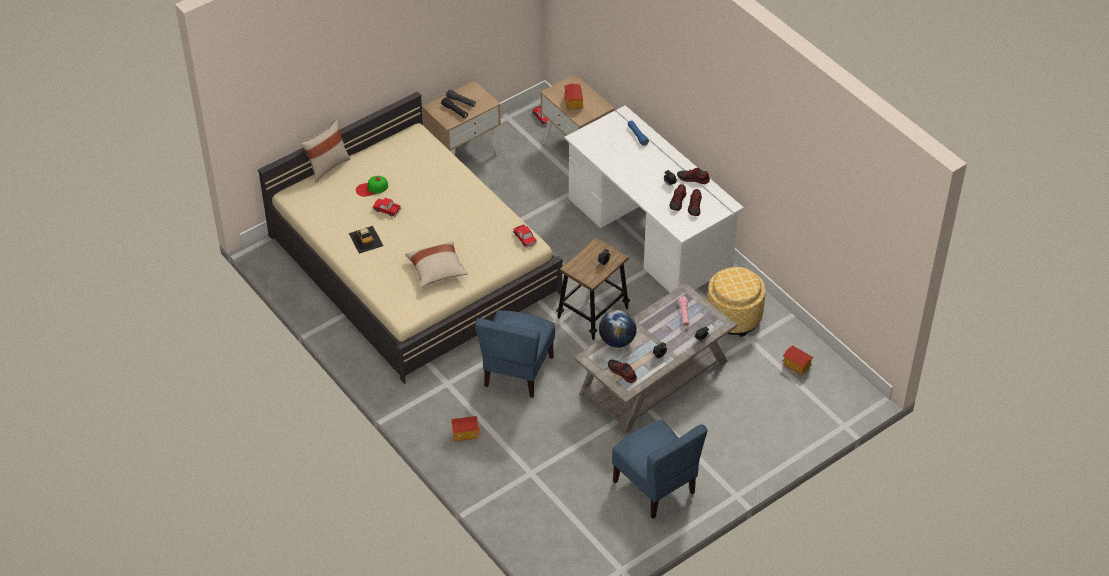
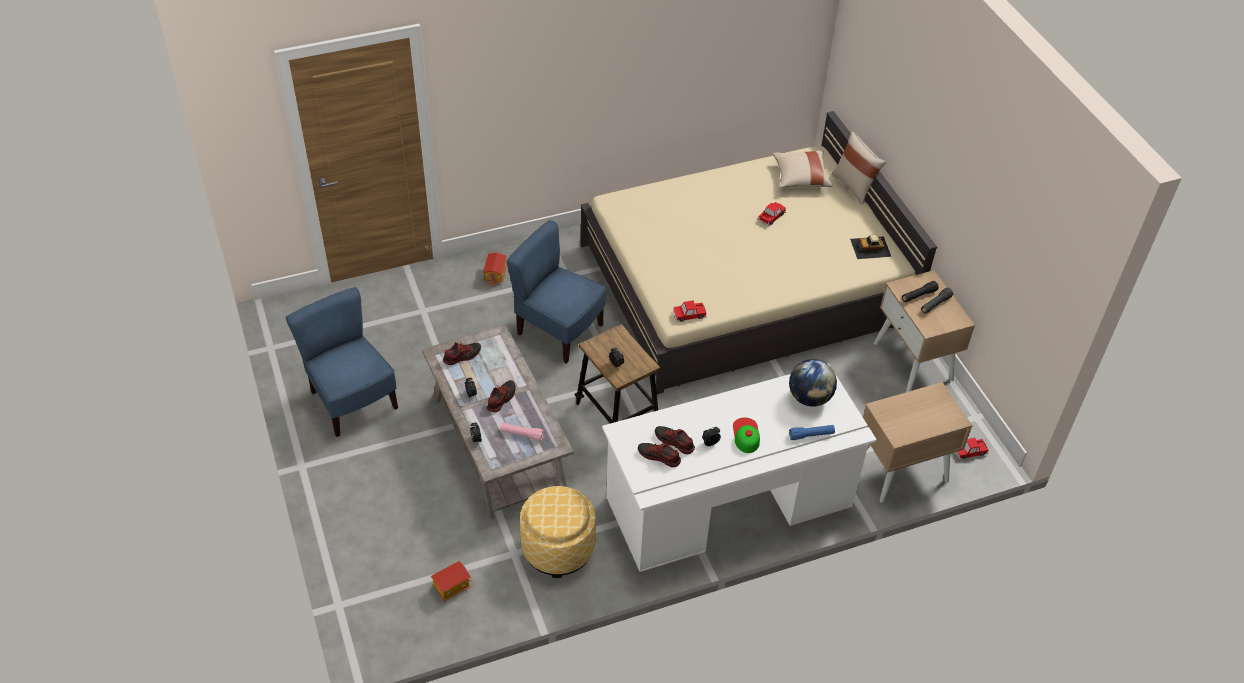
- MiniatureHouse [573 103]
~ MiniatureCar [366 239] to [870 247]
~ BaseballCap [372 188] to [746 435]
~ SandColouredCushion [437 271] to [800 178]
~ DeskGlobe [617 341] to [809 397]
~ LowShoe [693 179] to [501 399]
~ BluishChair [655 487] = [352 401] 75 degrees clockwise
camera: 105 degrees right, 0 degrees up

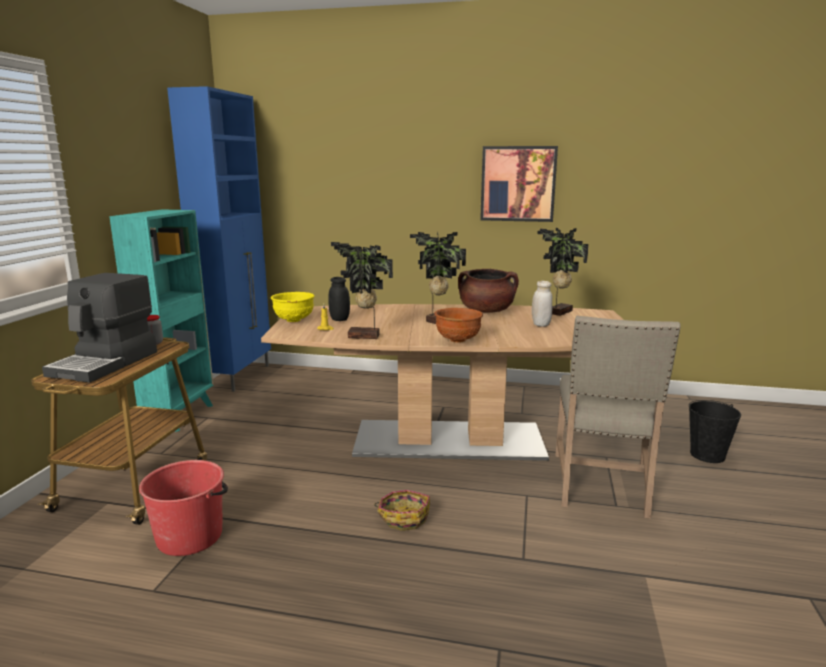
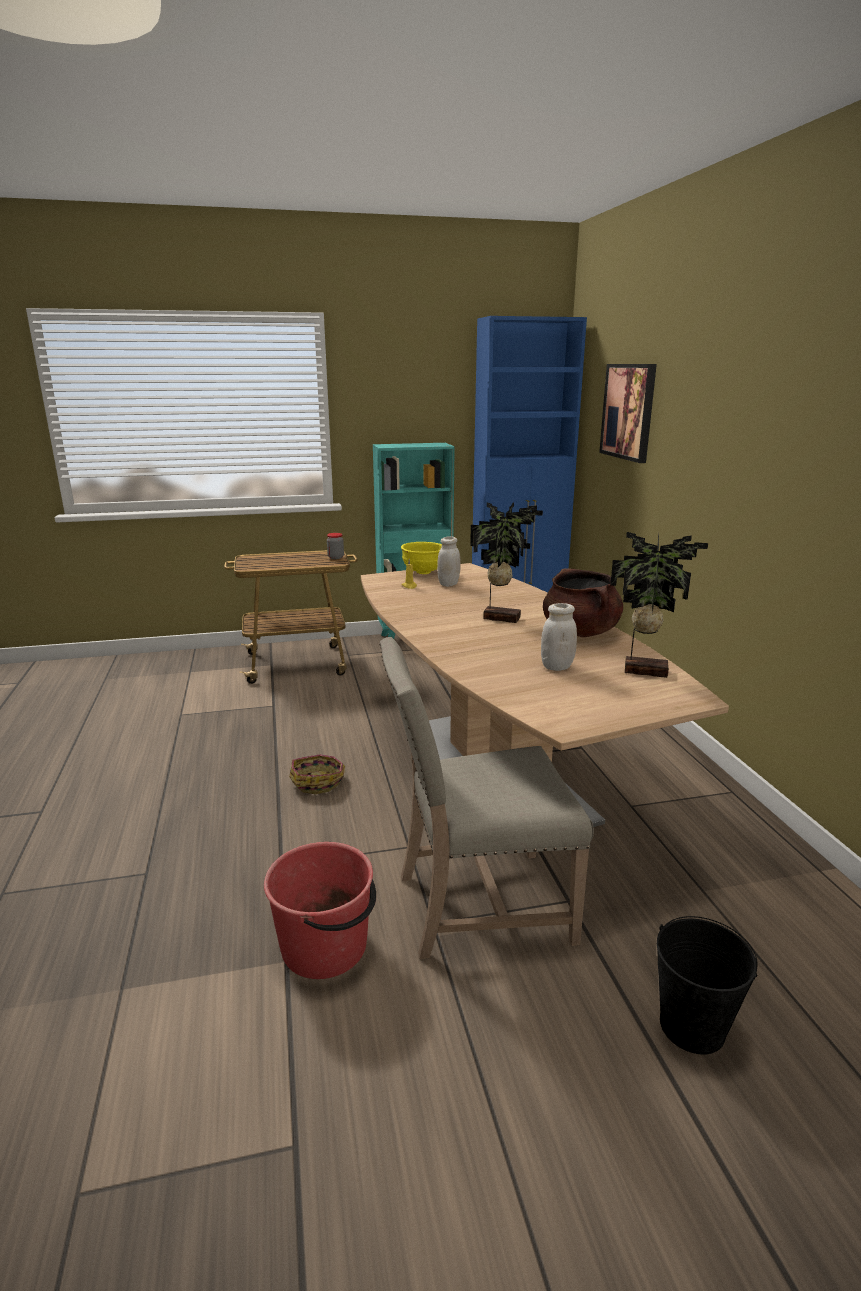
- CoffeeMachine [106 363]
- PlantInAPot [364 337]
- BrownColouredDeepDish [458 340]
~ RedColouredBucket [190 536] to [326 947]
~ WallPicture [518 184] to [628 411]
~ BlackishPreserveJar [339 319] to WhiteColouredPreserveJar [448 584]
camera: 65 degrees right, 5 degrees up

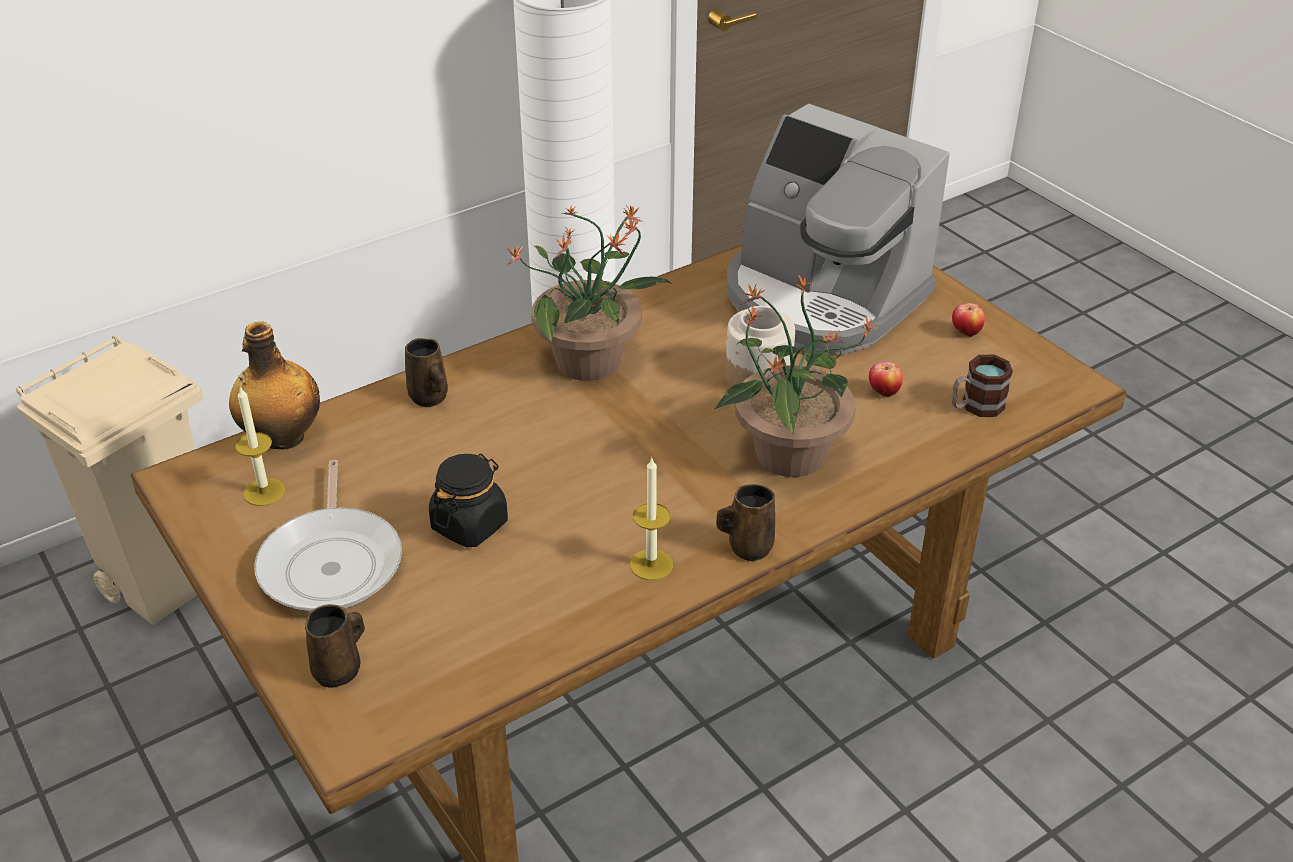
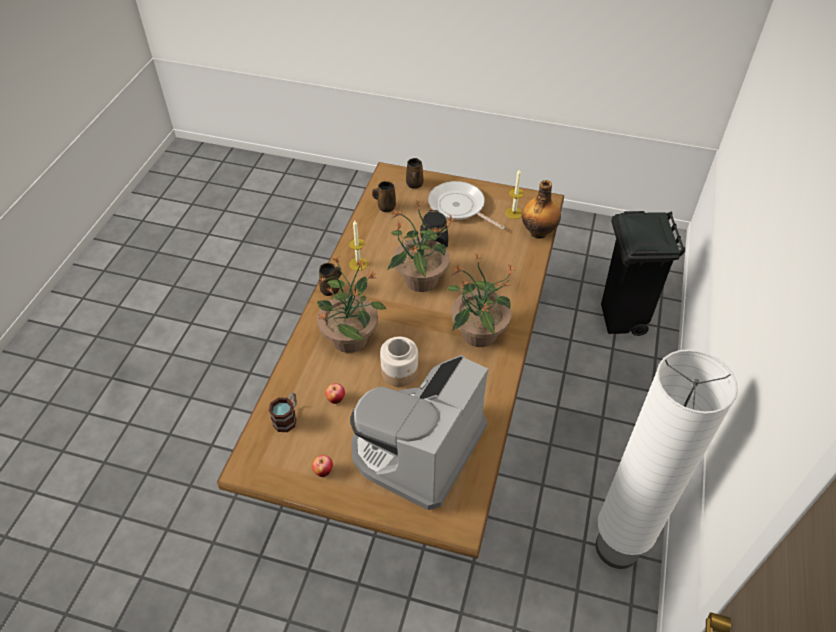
+ PlantInAPot [420 280]
~ BrownColouredCoffeeMug [429 398] to [385 207]
~ SandColouredRubbishBin [166 585] to BlackishRubbishBin [622 320]
~ CoffeeMachine [821 298] = [416 448] 60 degrees counterclockwise
camera: 140 degrees right, 10 degrees up

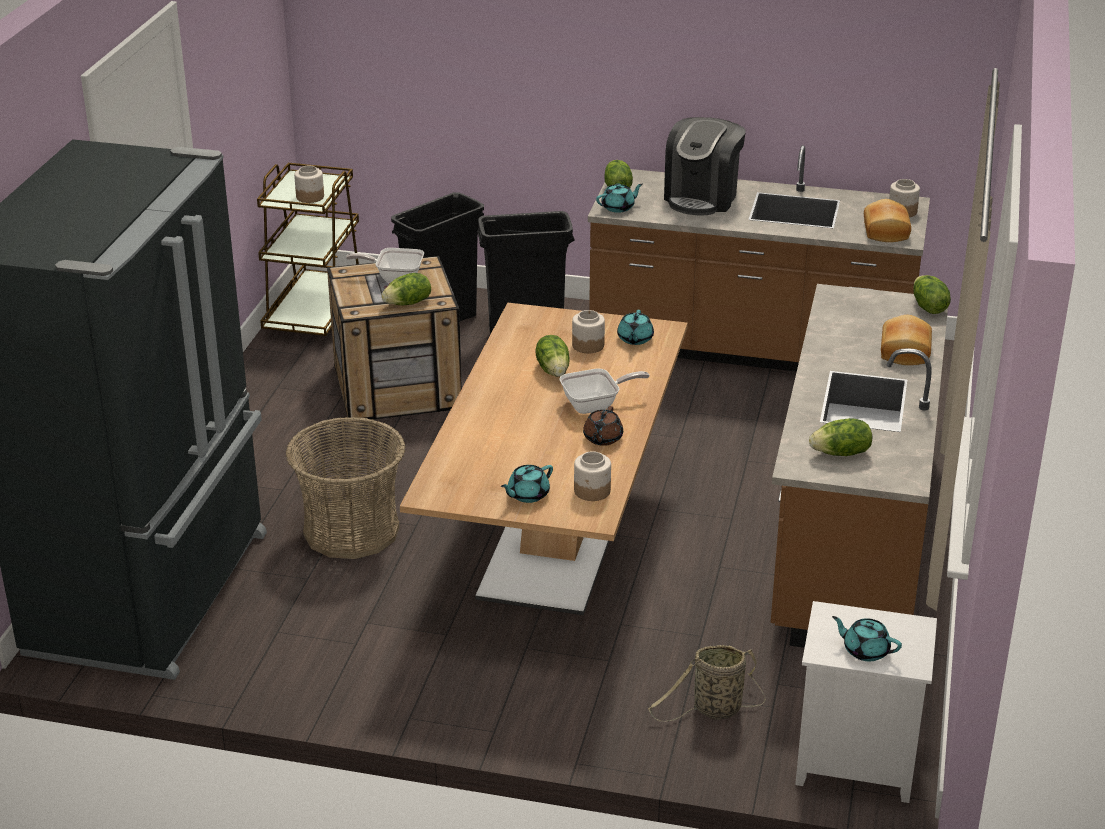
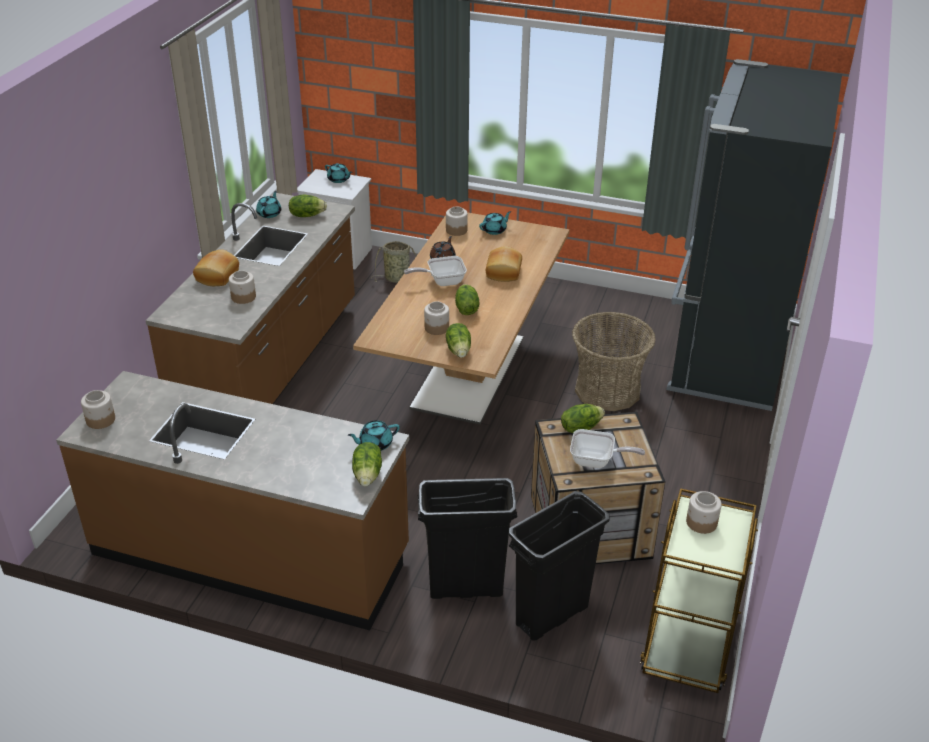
- CoffeeMachine [702 197]
+ PreserveJar [244 297]
~ BlueGreenTeapot [635 339] to [269 213]
~ BakedBread [884 231] to [504 272]
~ LettuceHead [928 307] to [459 350]
camera: 175 degrees left, 5 degrees up

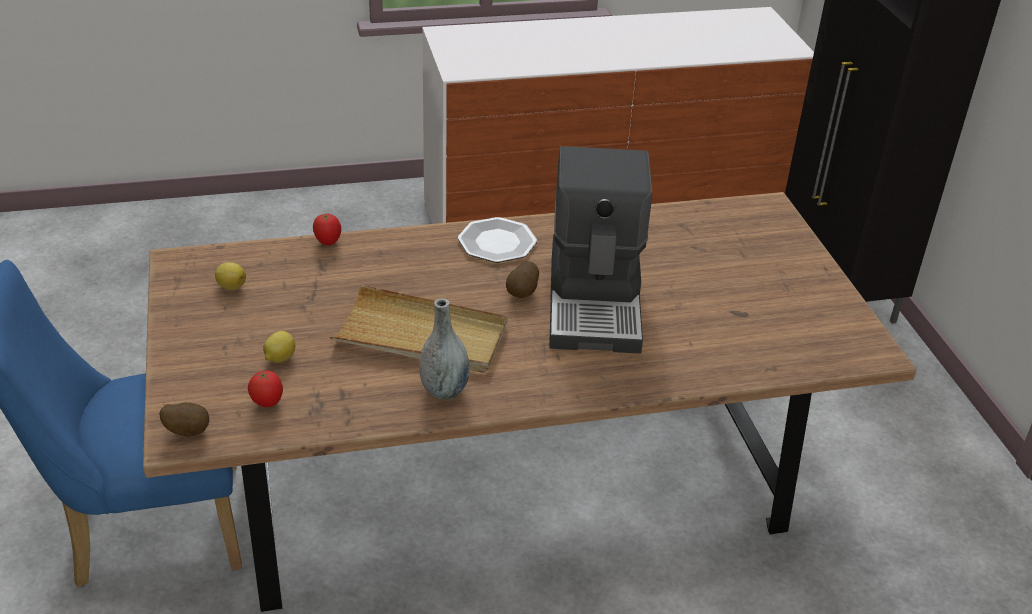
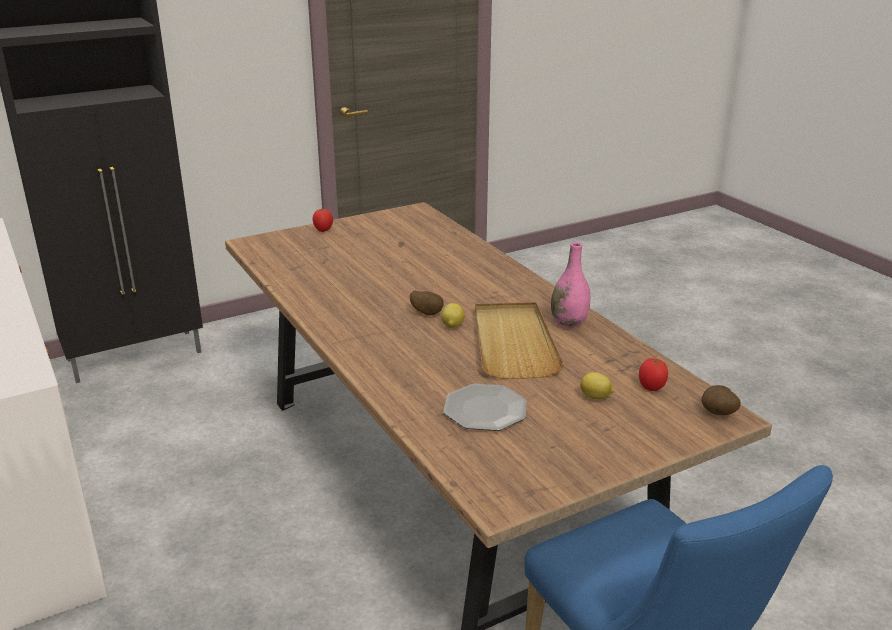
- CoffeeMachine [596 302]
~ WholeLemon [231 286] to [452 326]
~ WholeTomato [328 242] to [323 231]
~ DinnerPlate [497 242] to [485 410]
~ GreyVase [444 390] to PinkishVase [569 323]
camera: 105 degrees left, 10 degrees down

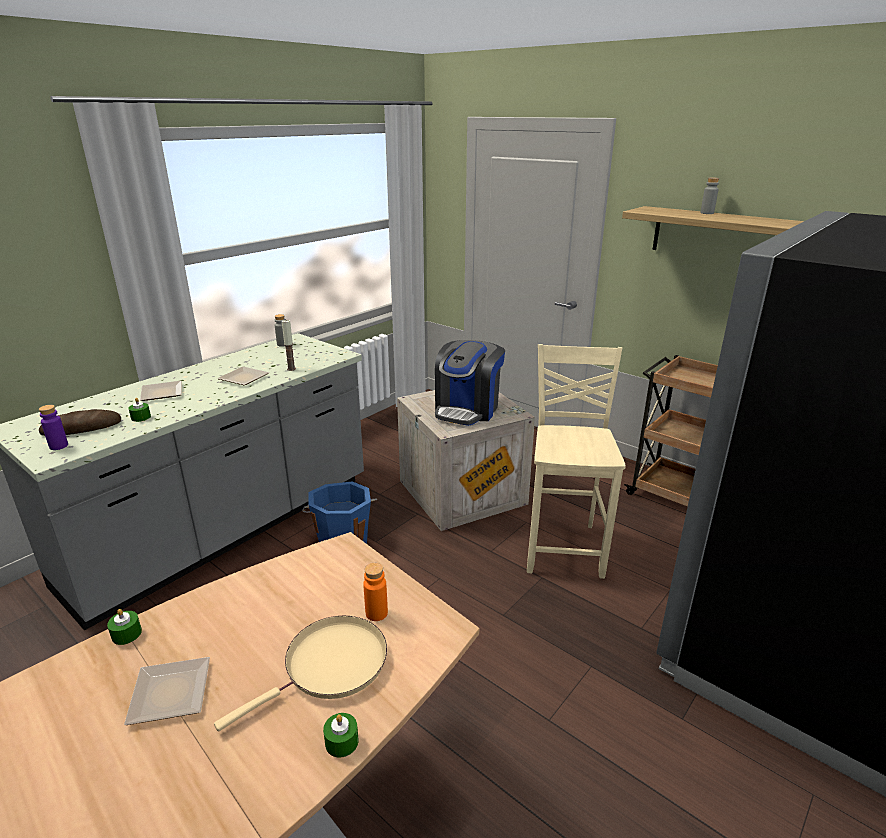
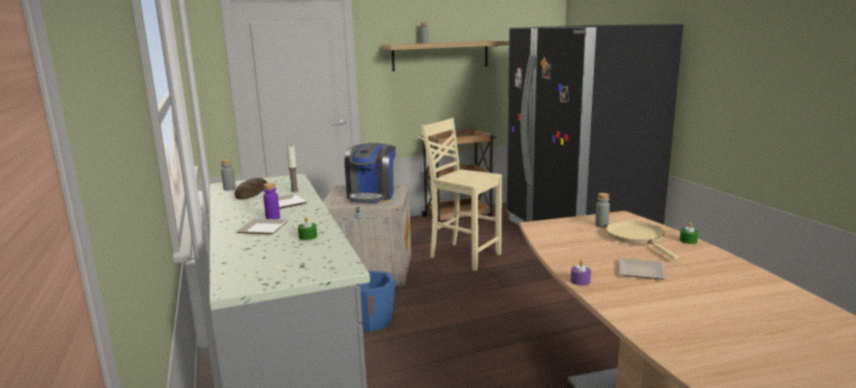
~ PurpleBottle [59 446] to [273 218]
~ BakedBread [82 428] to [252 192]
~ GreenColouredWaxLight [126 634] to PurpleWaxLight [580 281]
~ OrangeyBottle [376 613] to GreyBottle [601 225]
~ CoffeeMachine [467 409] = [371 195] 45 degrees clockwise
camera: 60 degrees left, 10 degrees down

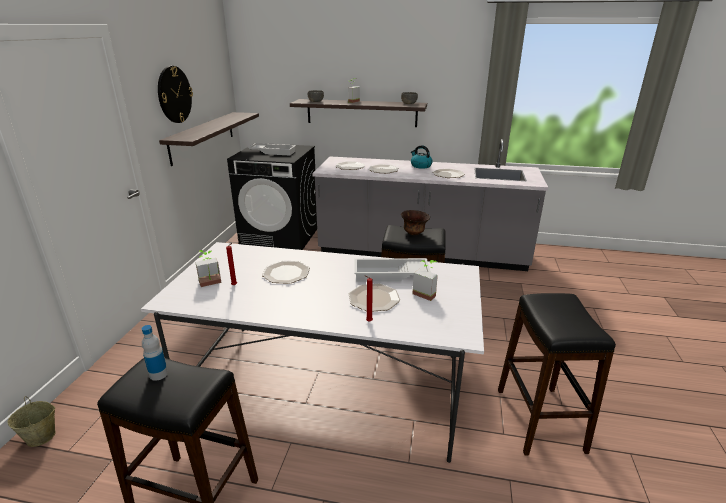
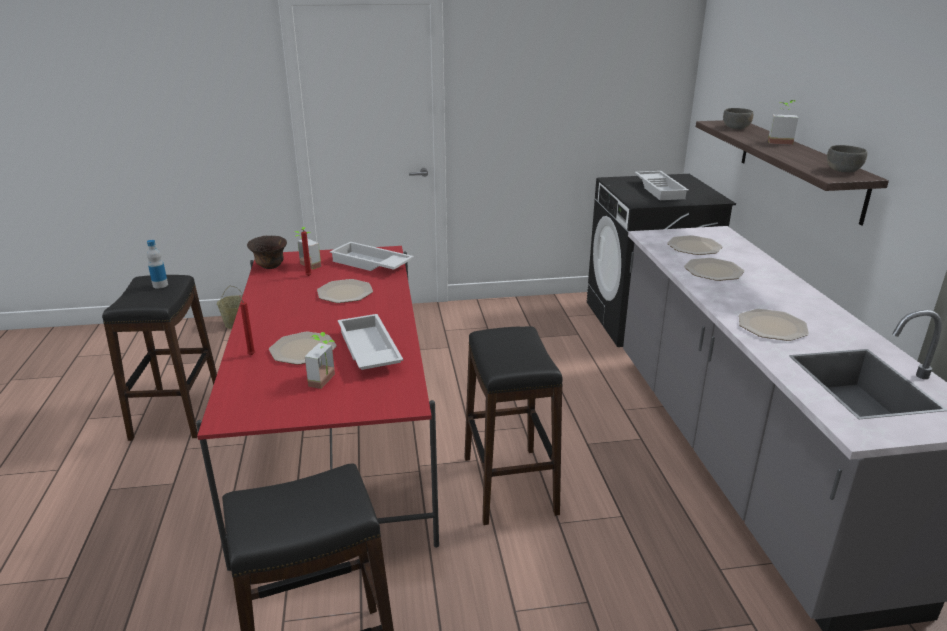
- WallClock [174 94]
- BracketShelf [203 137]
- Kettle [420 166]
+ WhiteColouredCarryingTray [370 264]
~ BrownColouredDeepDish [414 233] to [270 266]
~ WhiteColouredKitchenTable [328 384] to RedColouredKitchenTable [338 444]
camera: 70 degrees right, 0 degrees up

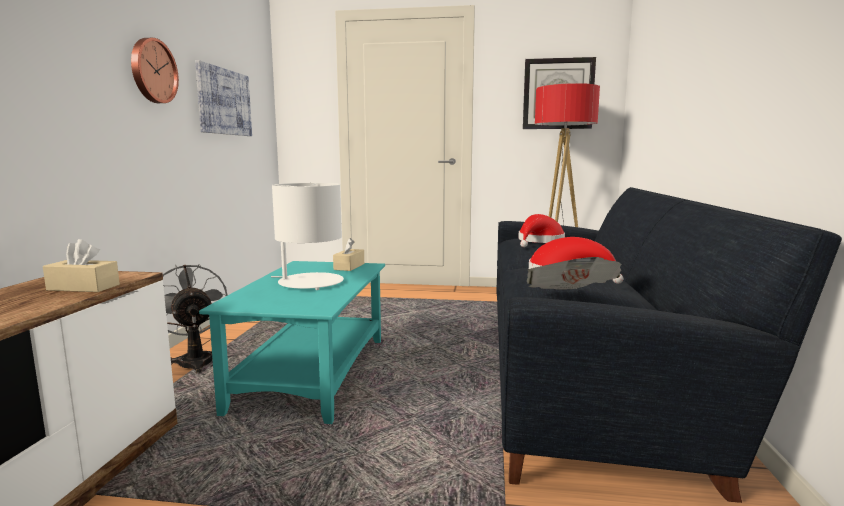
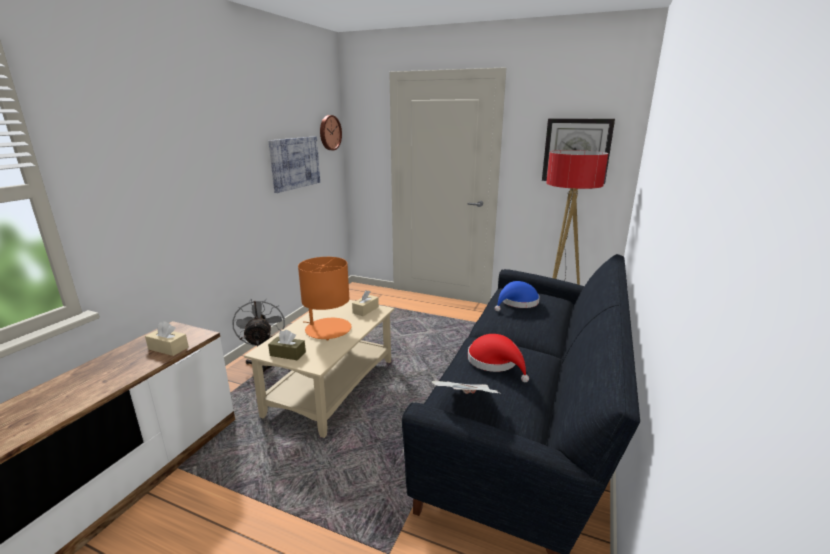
+ BrownColouredBoxOfTissues [287 354]
~ WallClock [152 71] to [329 132]
~ BlueGreenLowTable [312 374] to SandColouredLowTable [331 388]
~ WhiteColouredTabletopLamp [310 282] to OrangeyTabletopLamp [327 329]
~ RedColouredWearableHat [539 241] to BluishWearableHat [517 302]
camera: 15 degrees right, 10 degrees up

